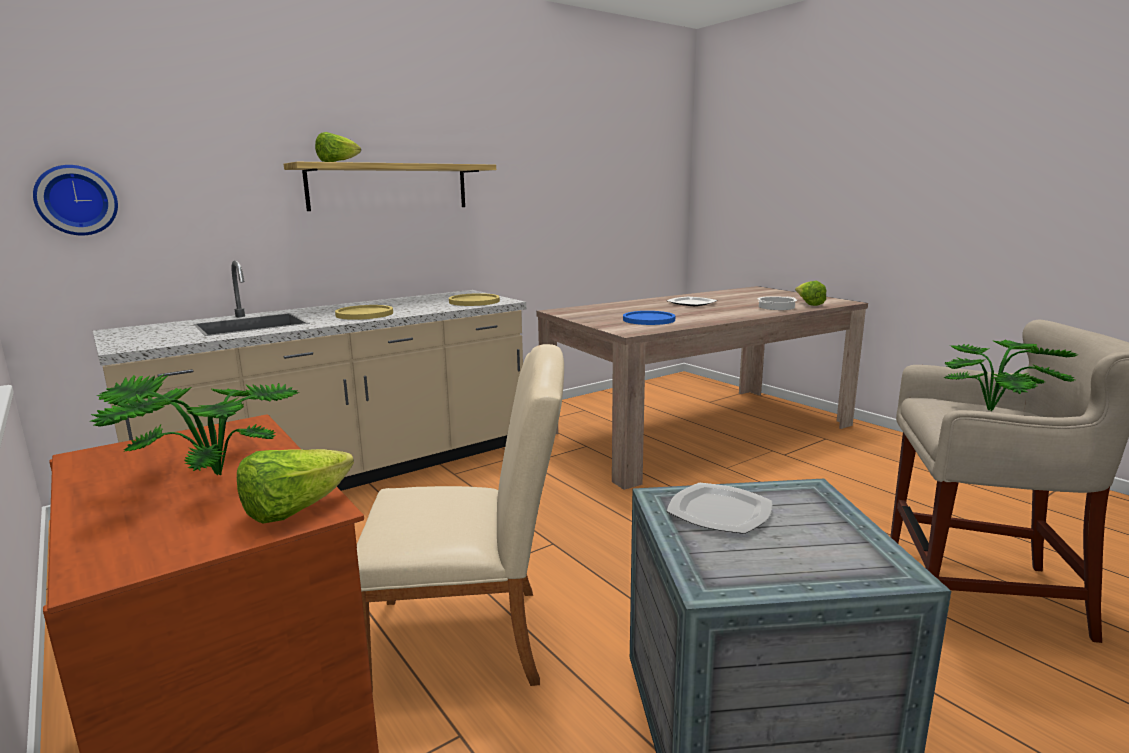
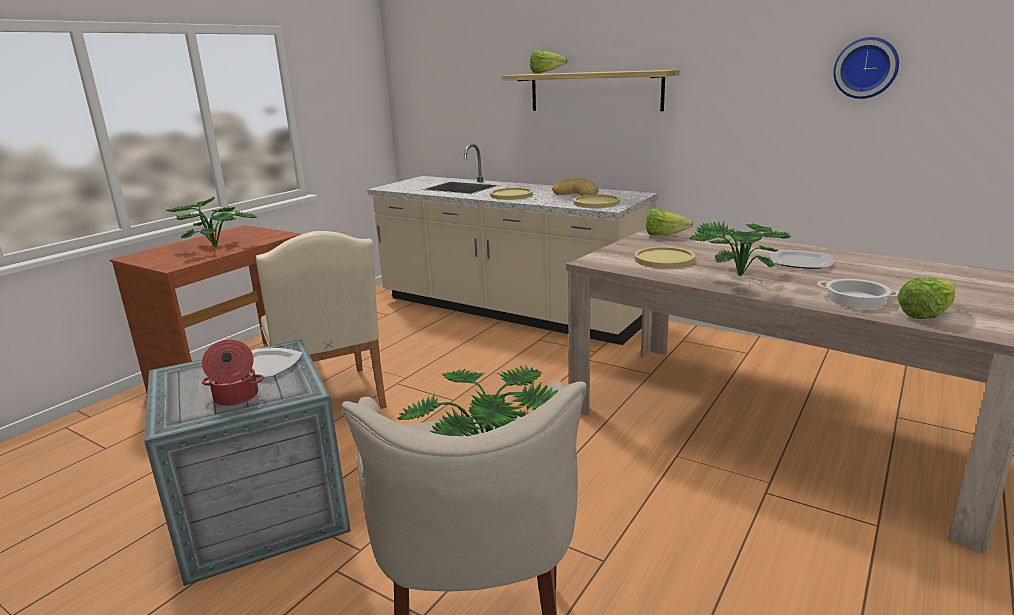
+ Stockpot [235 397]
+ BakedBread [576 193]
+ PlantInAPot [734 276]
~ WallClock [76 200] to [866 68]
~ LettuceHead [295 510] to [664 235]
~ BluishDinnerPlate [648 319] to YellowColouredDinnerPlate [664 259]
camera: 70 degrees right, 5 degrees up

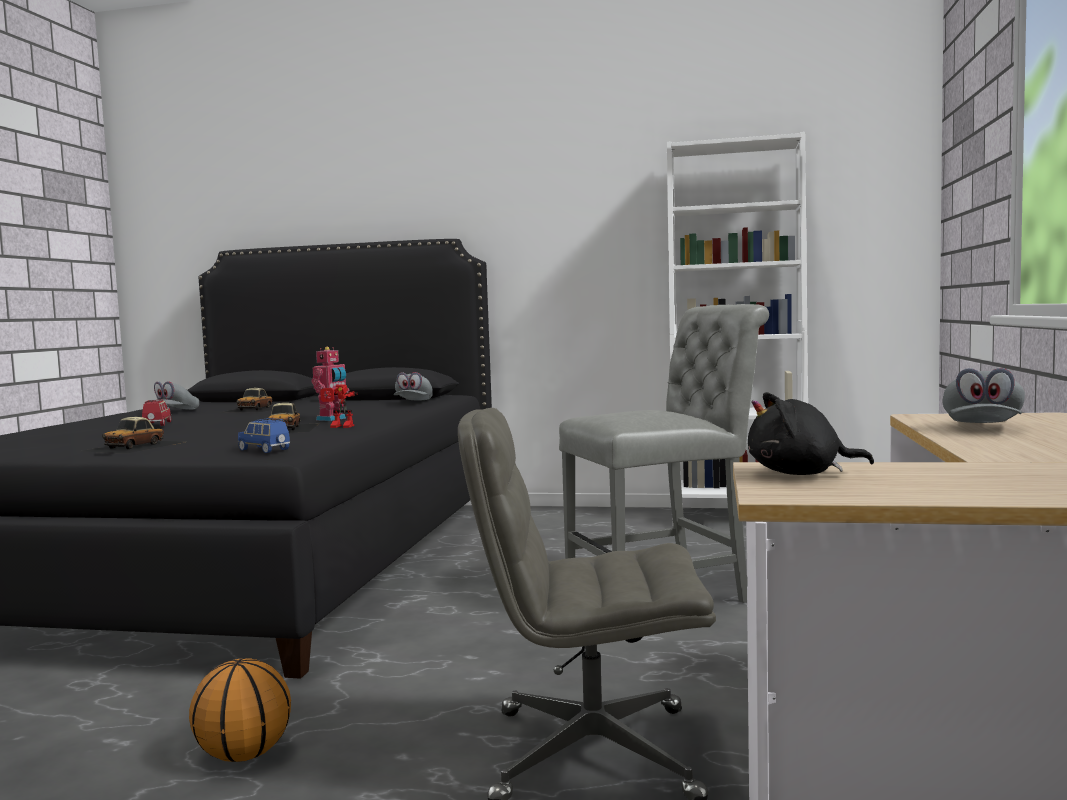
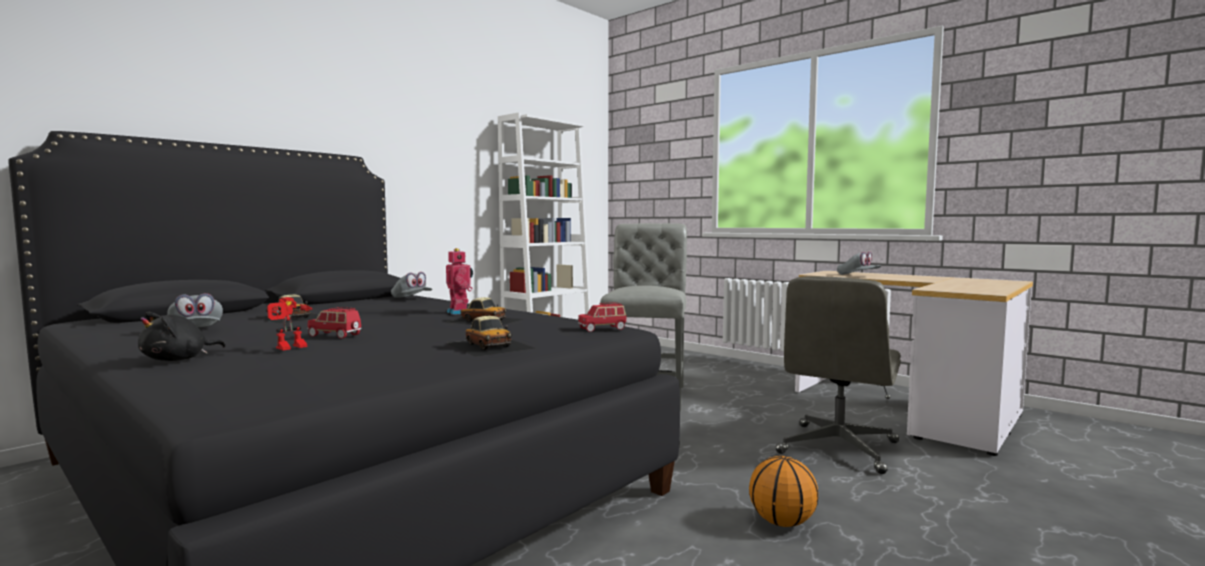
~ ToyRobot [339 427] to [291 348]
~ BlackishCuddlyToy [800 474] to [179 359]
~ BluishMiniatureCar [264 450] to RedColouredMiniatureCar [603 329]
camera: 60 degrees left, 0 degrees up

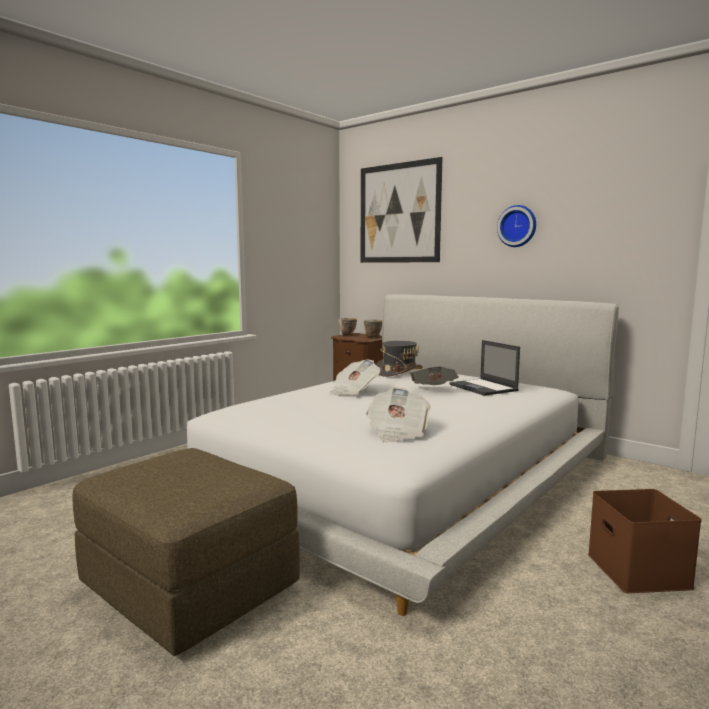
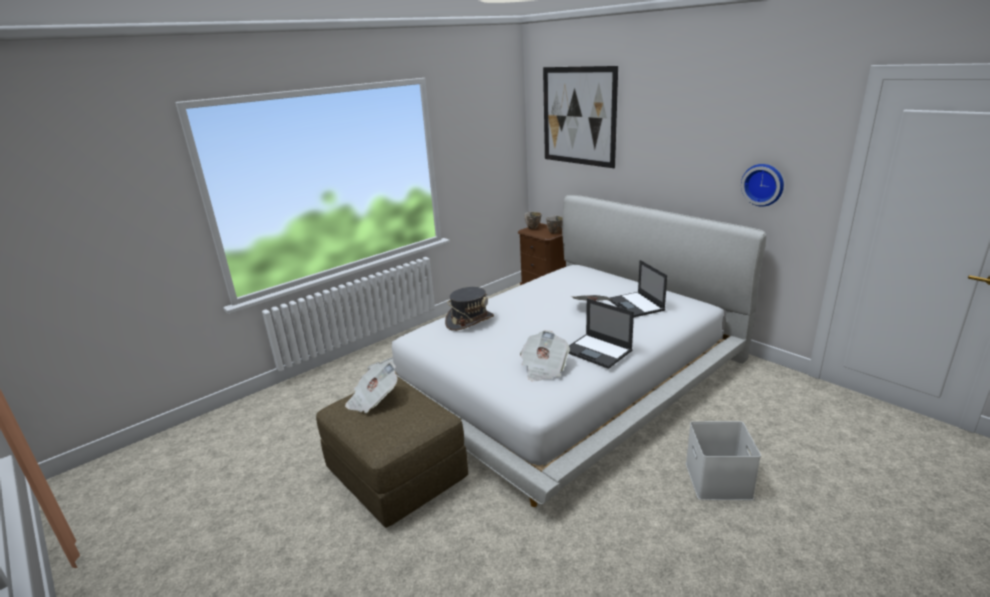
+ NotebookComputer [598 351]
~ DailyPaper [353 391] to [373 400]
~ GreyWearableHat [398 372] to [469 321]
~ WallClock [517 226] to [763 184]
~ BrownColouredStorageBin [640 571] to WhiteColouredStorageBin [719 481]
camera: 10 degrees right, 15 degrees up

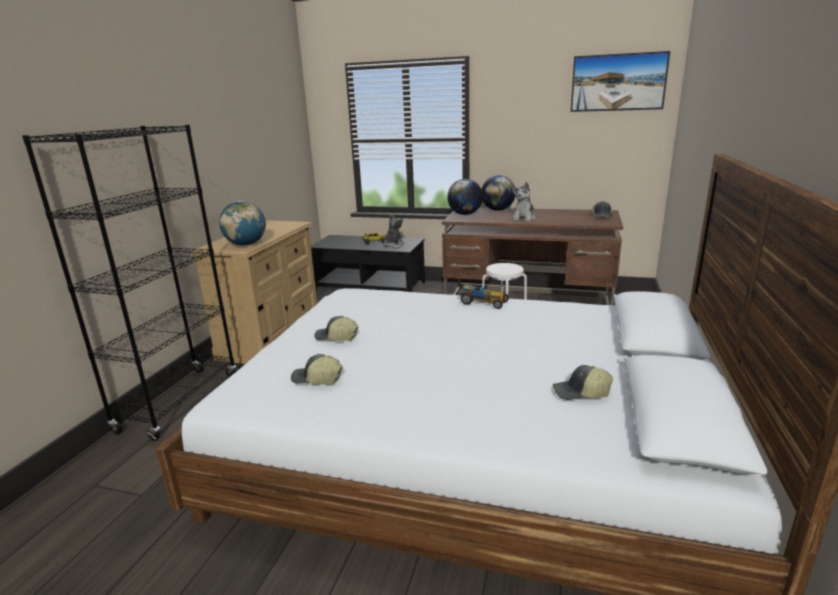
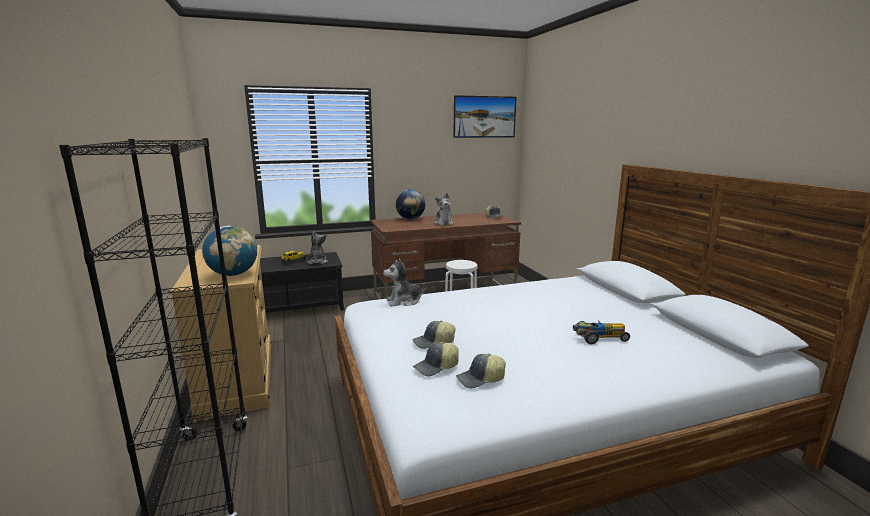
- DeskGlobe [465 214]
+ CuddlyToy [404 301]
~ MiniatureCar [482 302] to [598 338]
~ BaseballCap [581 393] to [436 367]
camera: 35 degrees left, 5 degrees down

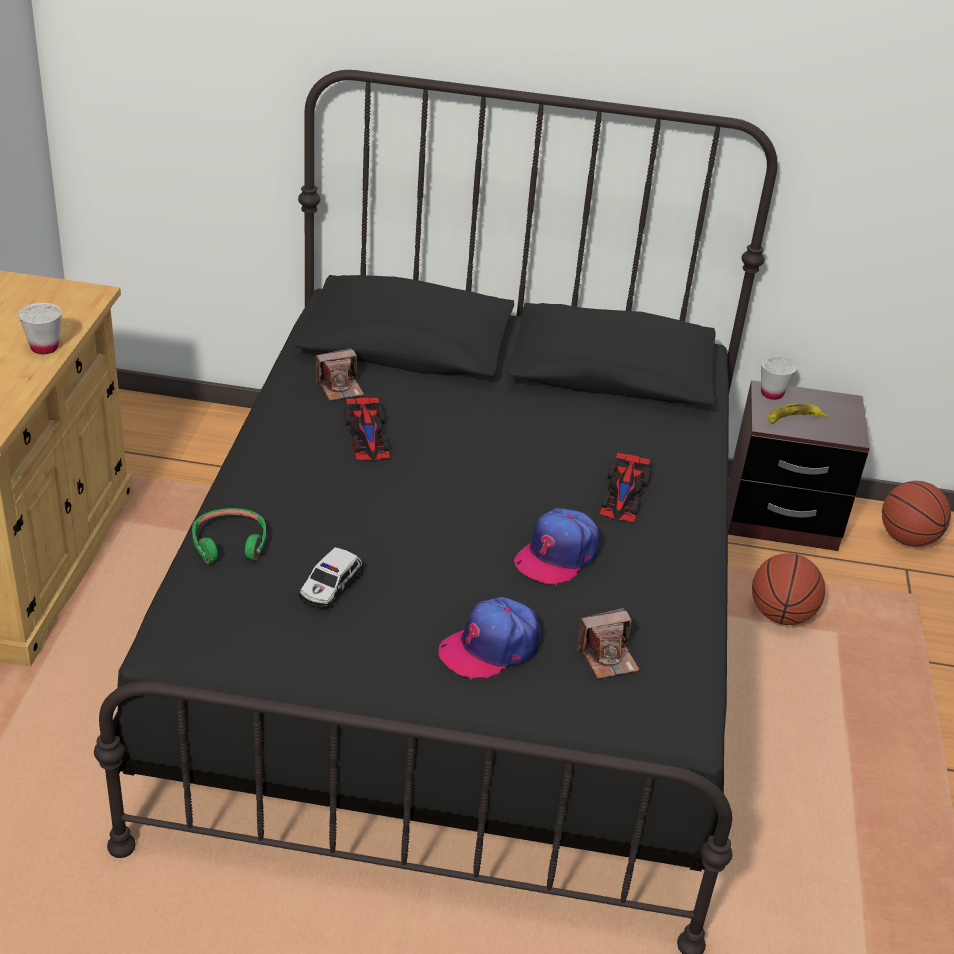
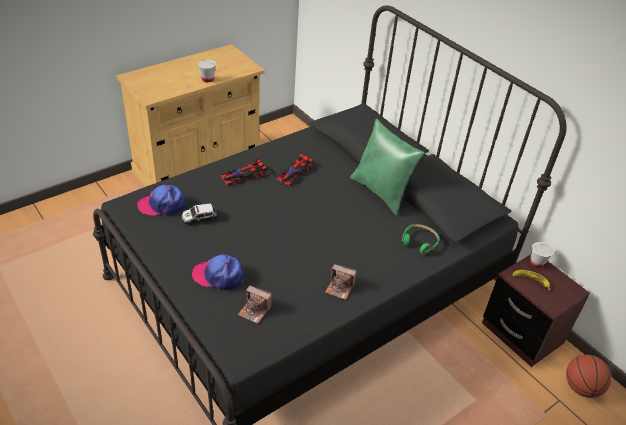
- BasketballBall [780 615]
+ GreenColouredCushion [382 192]
~ GreenColouredHeadphones [230 543] to [419 242]
~ StillCamera [340 388] to [340 288]
~ BaseballCap [557 555] to [162 205]
~ MiniatureCar [624 494] to [243 175]
camera: 45 degrees right, 5 degrees up

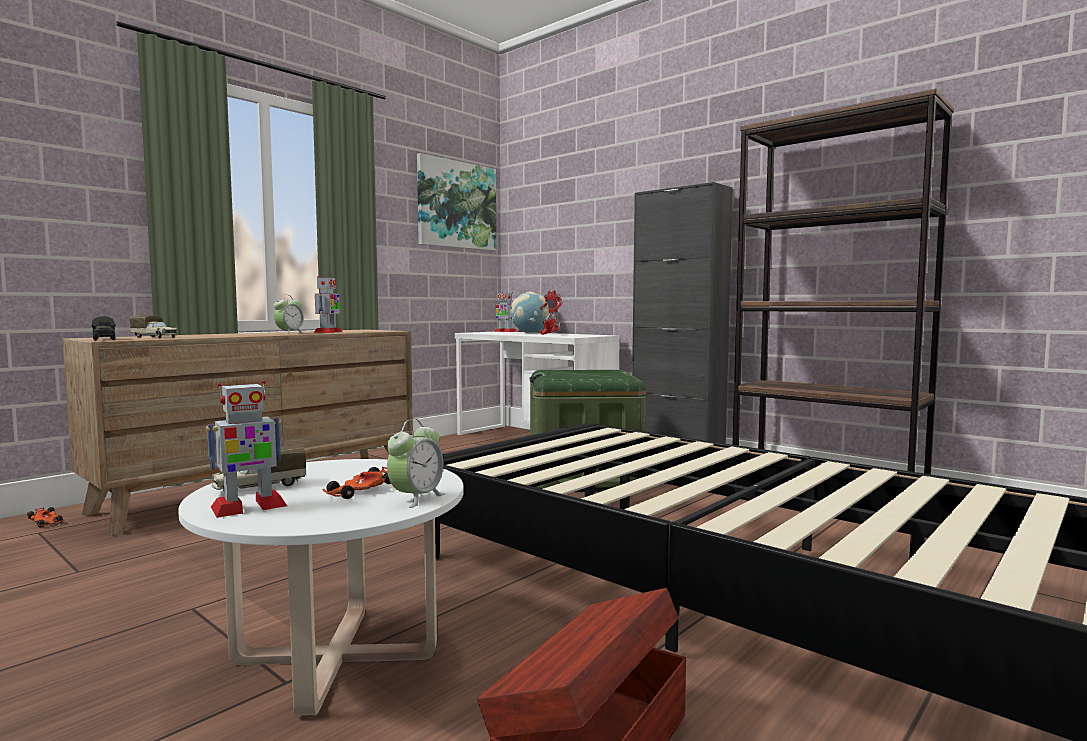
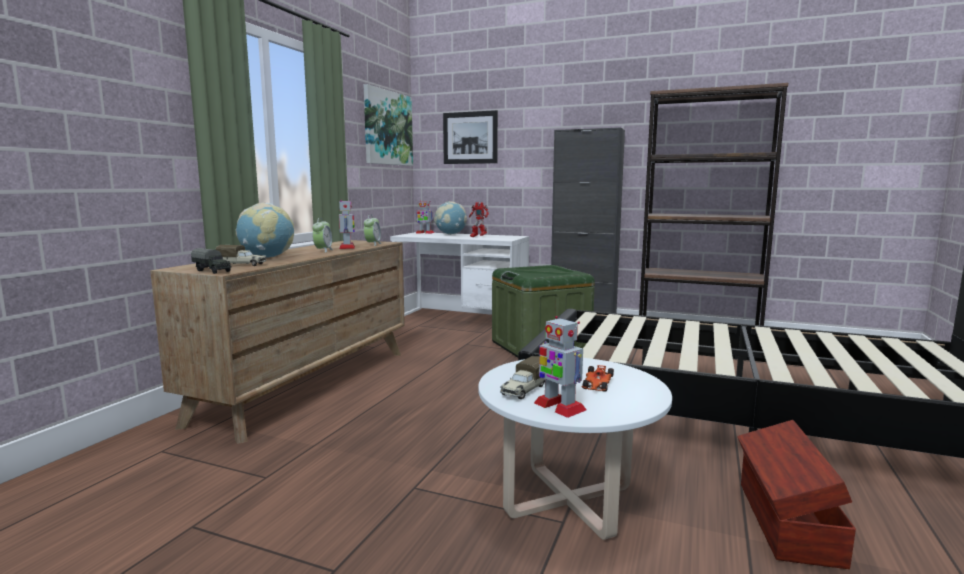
- MiniatureCar [46 522]
+ DeskGlobe [267 257]
+ WallPicture [470 138]
~ TableClock [416 498] to [372 244]
~ ToyRobot [248 507] = [559 406] 105 degrees clockwise
camera: 20 degrees left, 5 degrees up

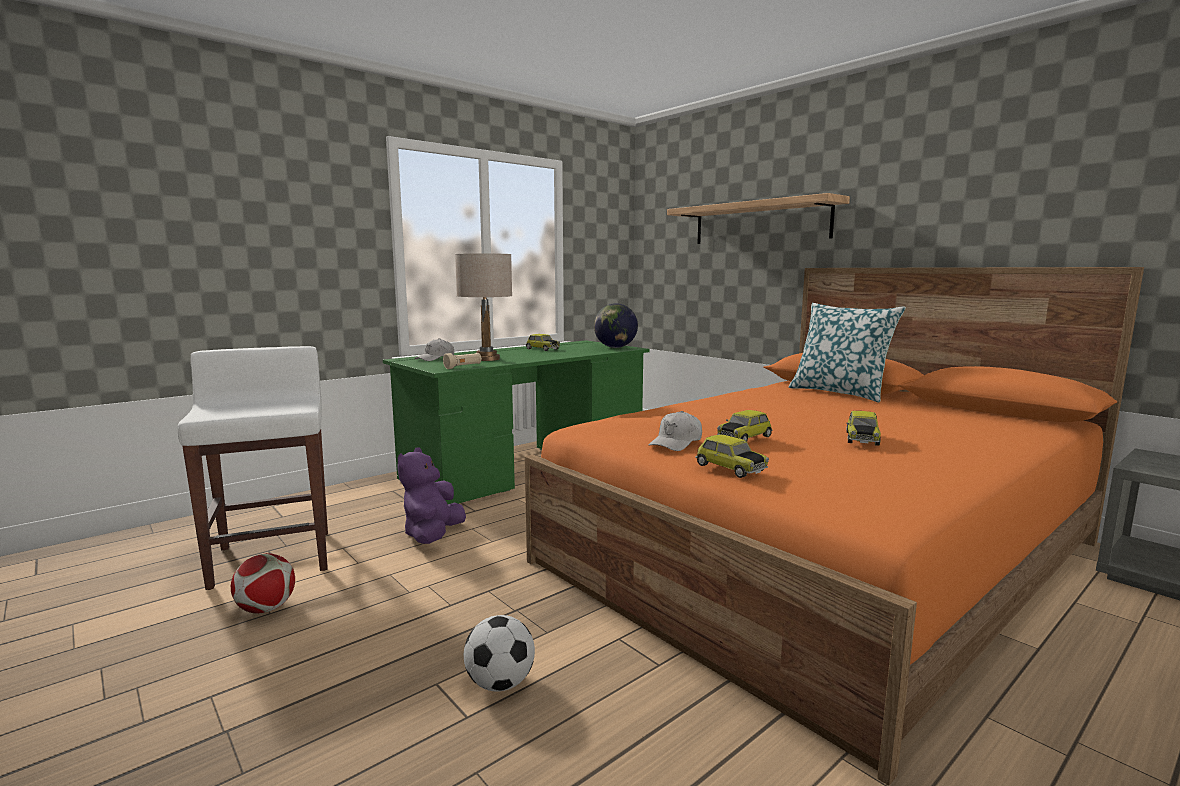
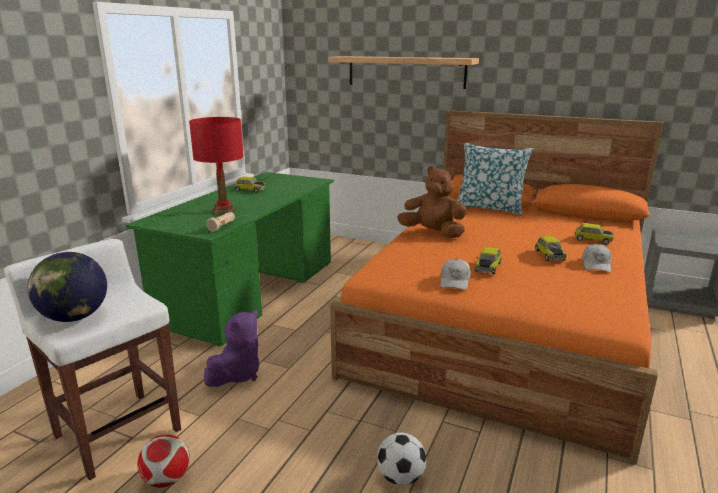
+ BrownColouredCuddlyToy [433 233]
~ WhiteColouredBaseballCap [435 358] to [596 264]
~ DeskGlobe [615 347] to [75 317]
~ MiniatureCar [729 468] to [592 240]
~ SandColouredTabletopLamp [486 359] to RedColouredTabletopLamp [223 211]
~ PurpleCuddlyToy [433 535] = [237 374] 135 degrees counterclockwise
camera: 25 degrees left, 10 degrees up

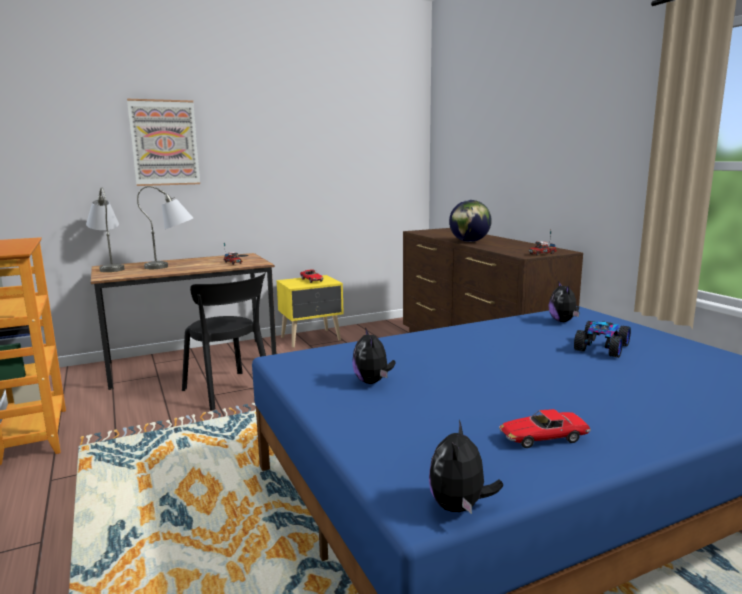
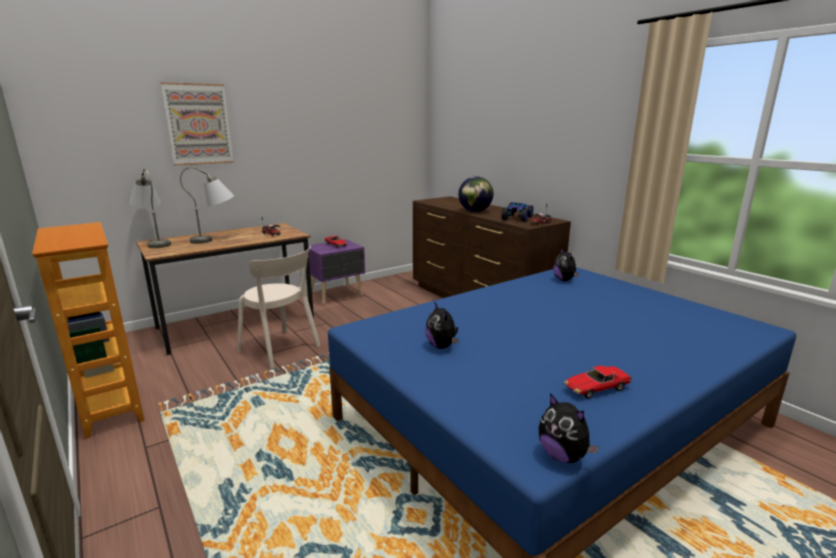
~ MiniatureCar [602 348] to [517 218]
~ BlackishChair [229 391] to SandColouredChair [281 349]
~ YellowColouredNightTable [312 339] to PurpleNightTable [337 295]
~ CuddlyToy [460 507] = [563 455] 45 degrees counterclockwise
camera: 10 degrees left, 5 degrees up

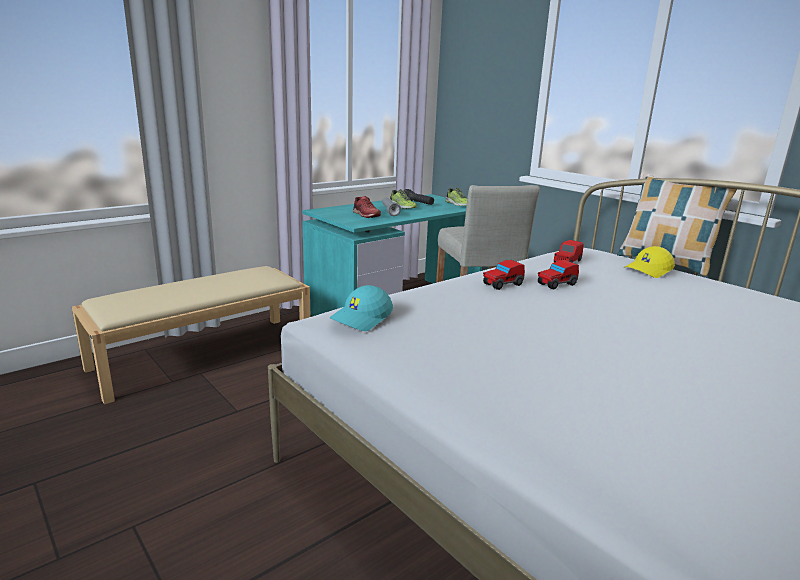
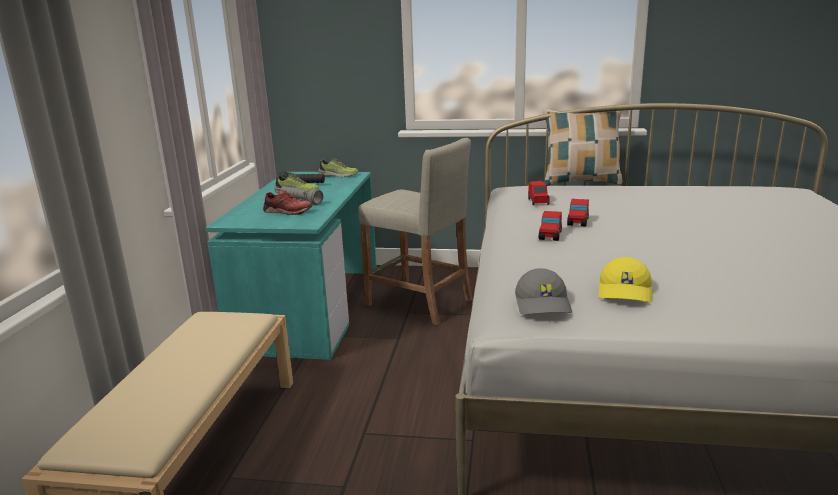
~ YellowColouredBaseballCap [649 270] to [626 292]
~ BlueGreenBaseballCap [362 319] to GreyBaseballCap [543 304]
camera: 40 degrees left, 0 degrees up

